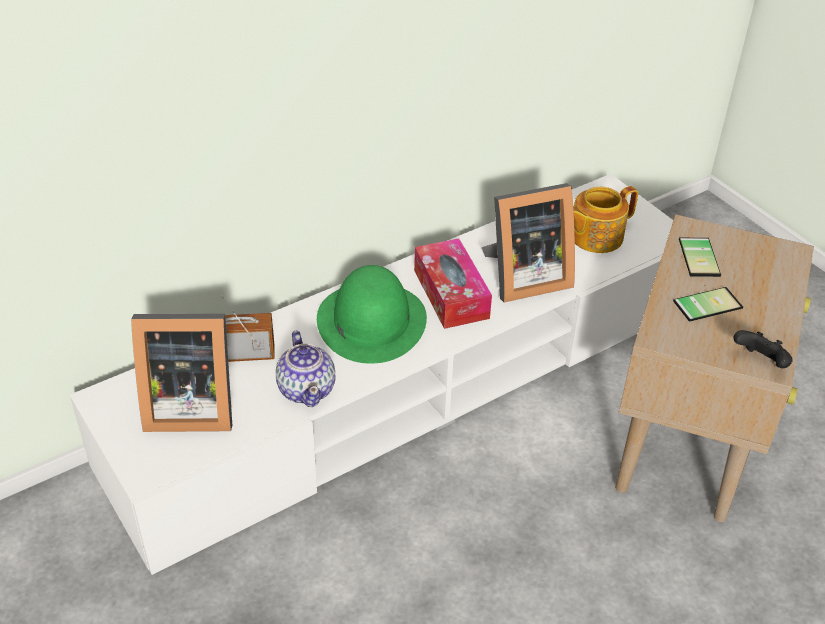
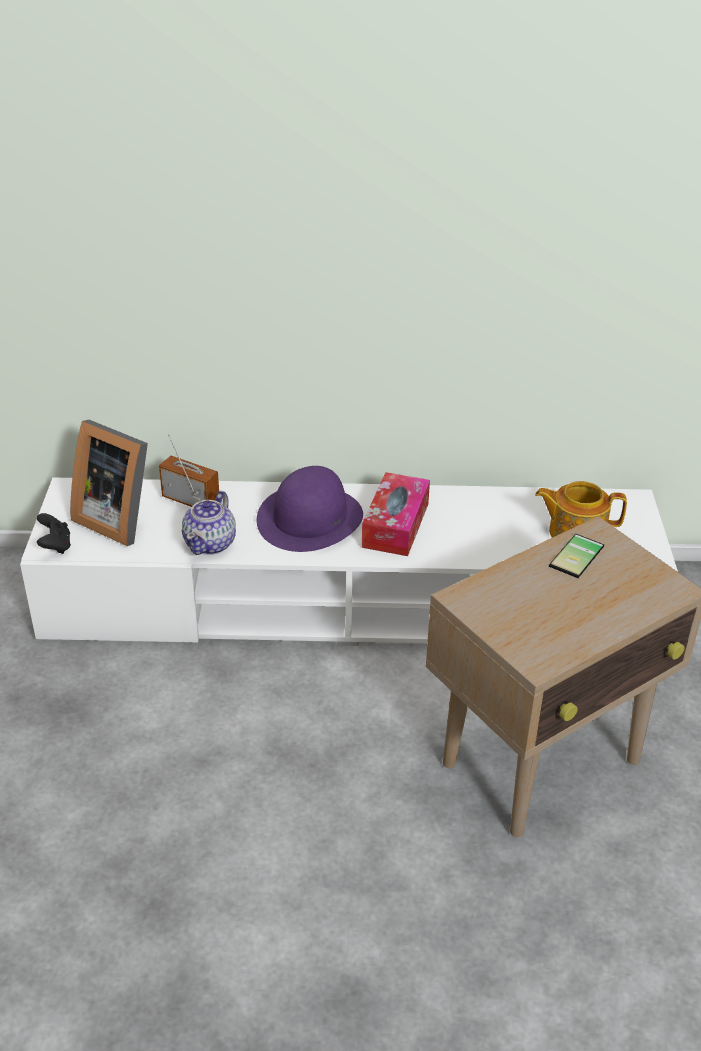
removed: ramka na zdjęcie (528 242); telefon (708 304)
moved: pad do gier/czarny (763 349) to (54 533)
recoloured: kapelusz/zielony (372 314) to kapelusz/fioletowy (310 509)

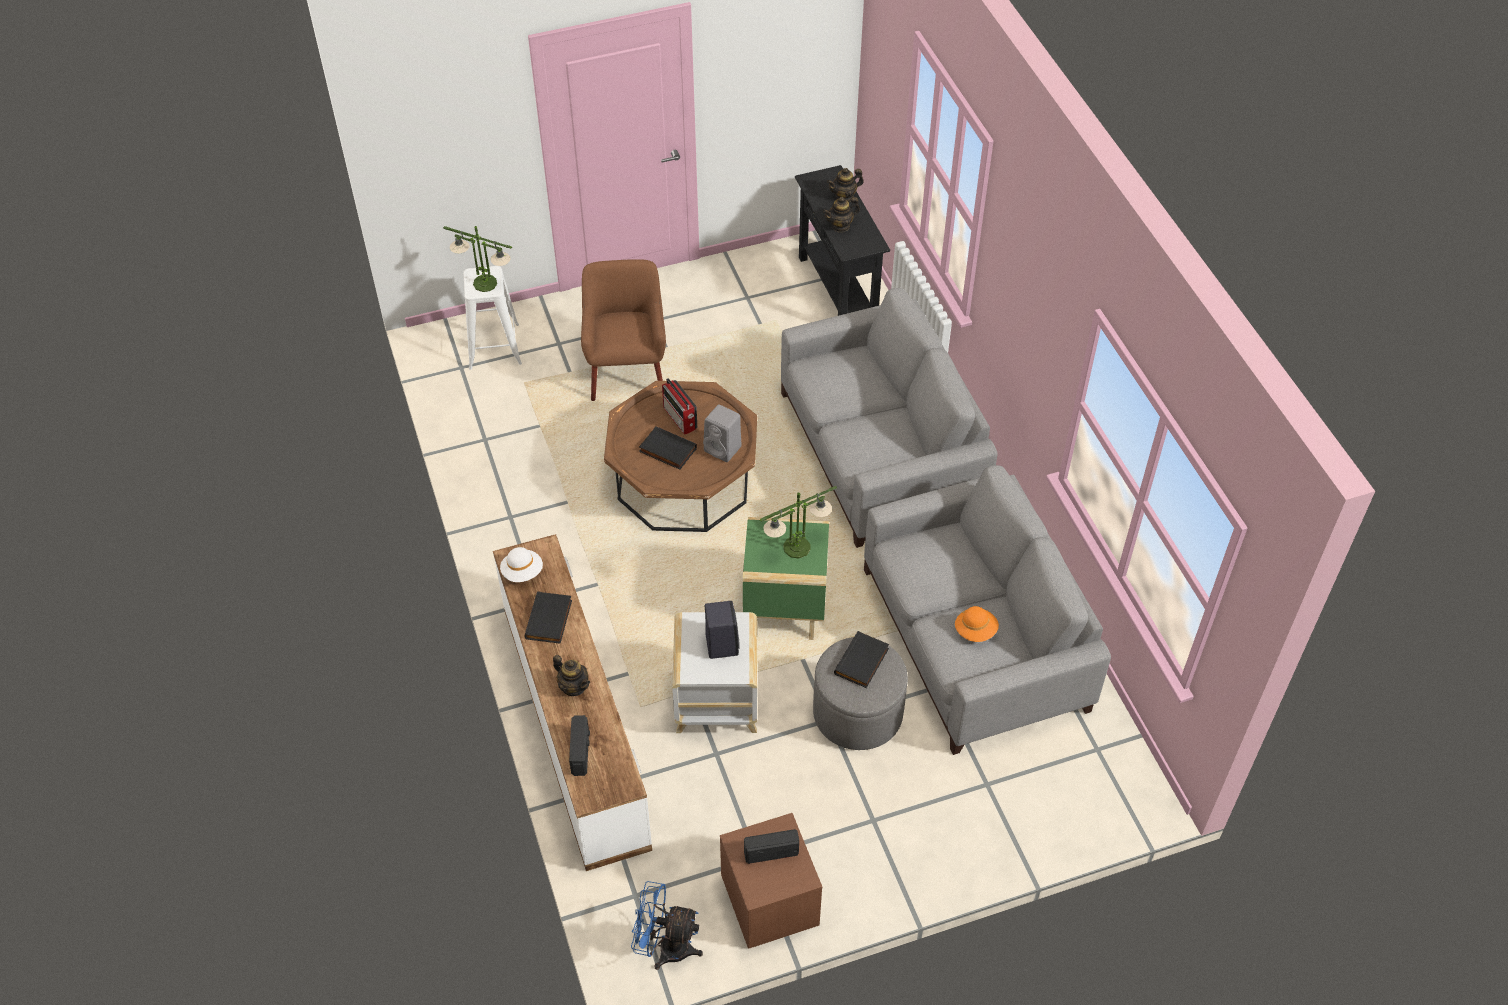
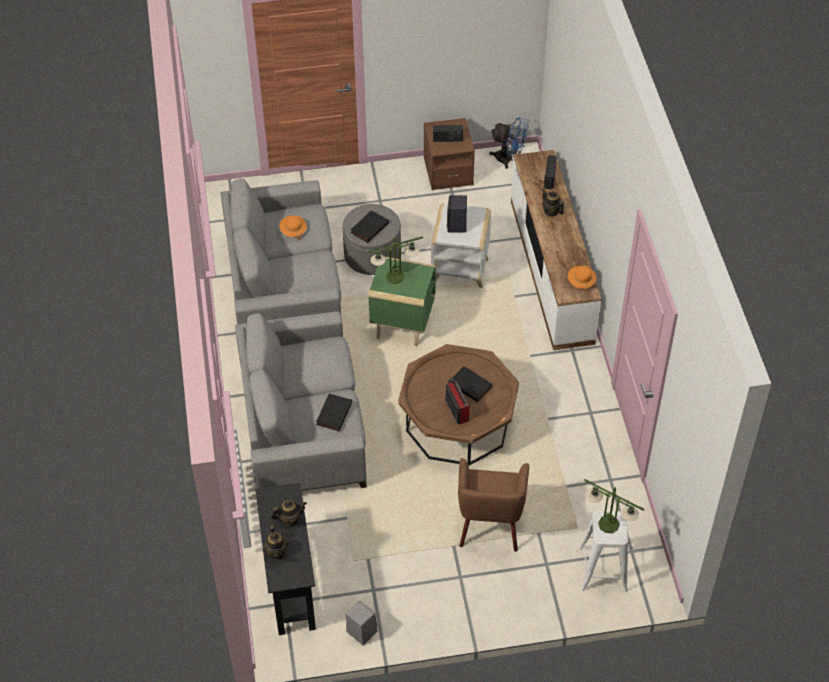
moved: książka/czarny (548 617) to (334 412); głośnik/szary (722 433) to (362 623)
recoloured: kapelusz/biały (521 564) to kapelusz/pomarańczowy (582 279)
turned: imbryk (845 185) = (276 542) 90 degrees clockwise

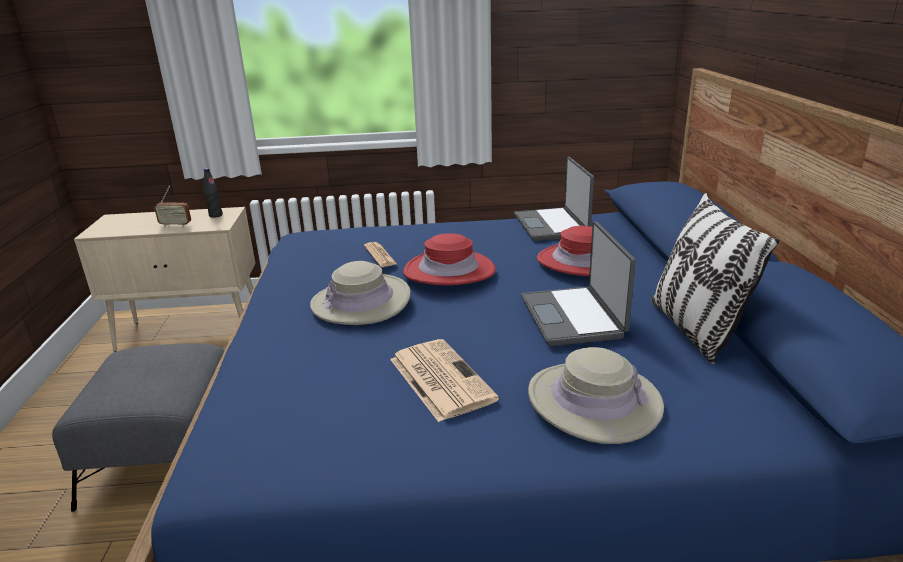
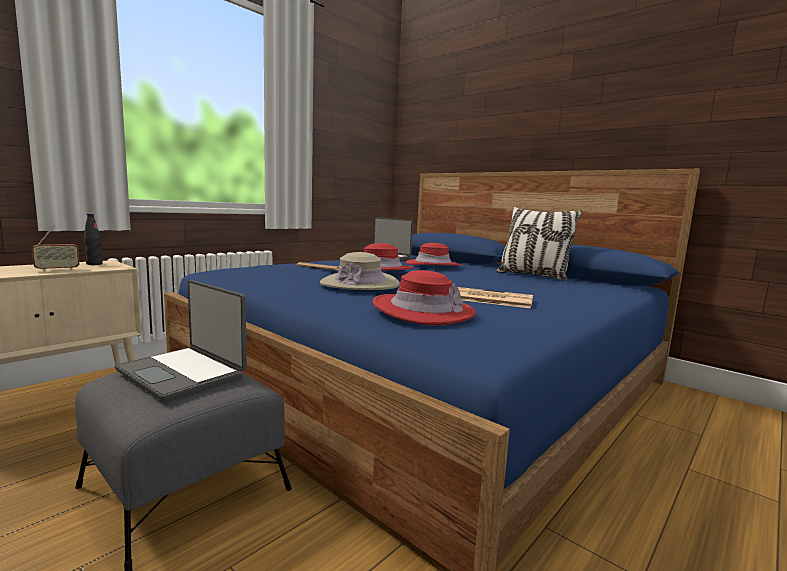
removed: kapelusz/beżowy (596 395)
added: kapelusz/czerwony (424 297)
moved: laptop (578 283) to (181 341)

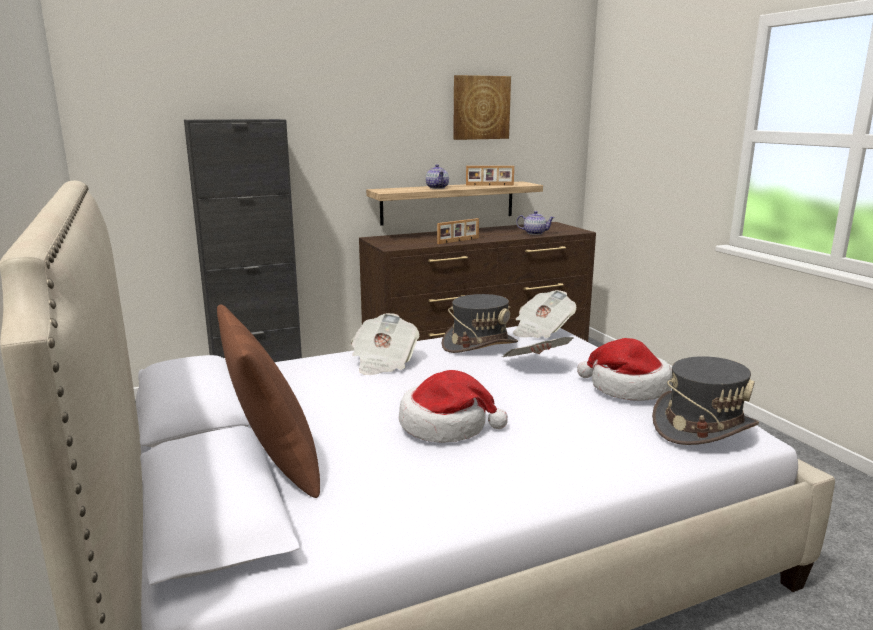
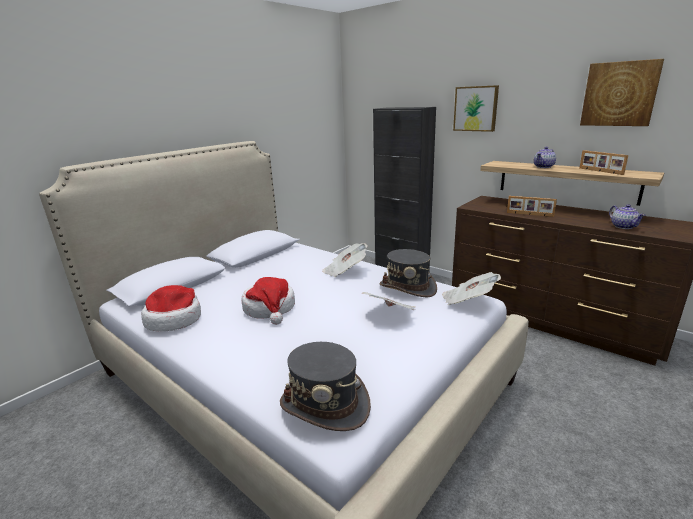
removed: poduszka/brązowy (268 401)
added: obraz (476 108)
moved: kapelusz (624 369) to (171 308)

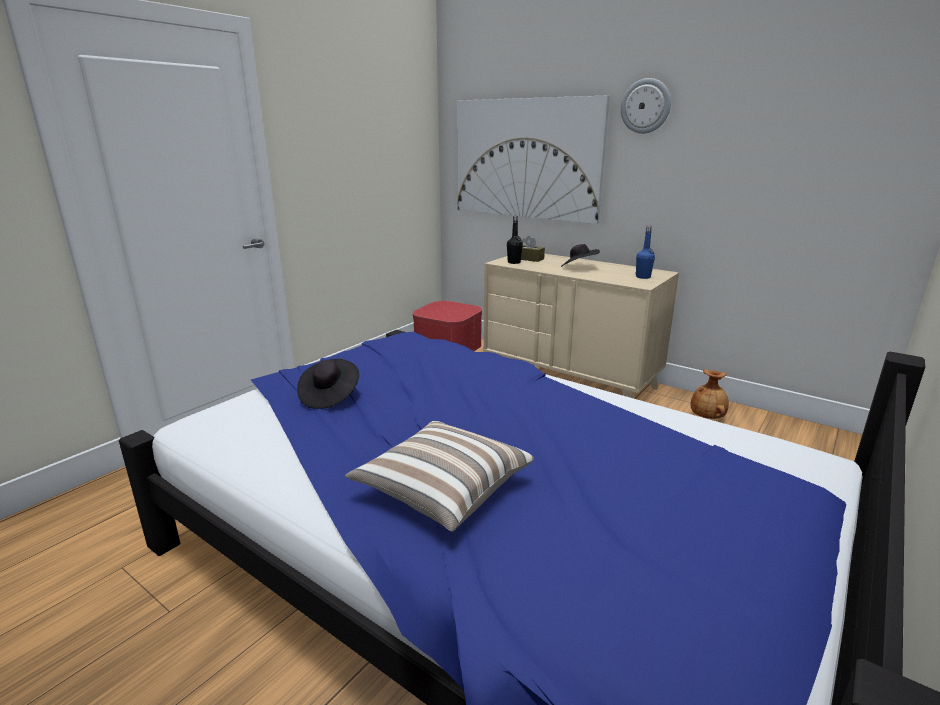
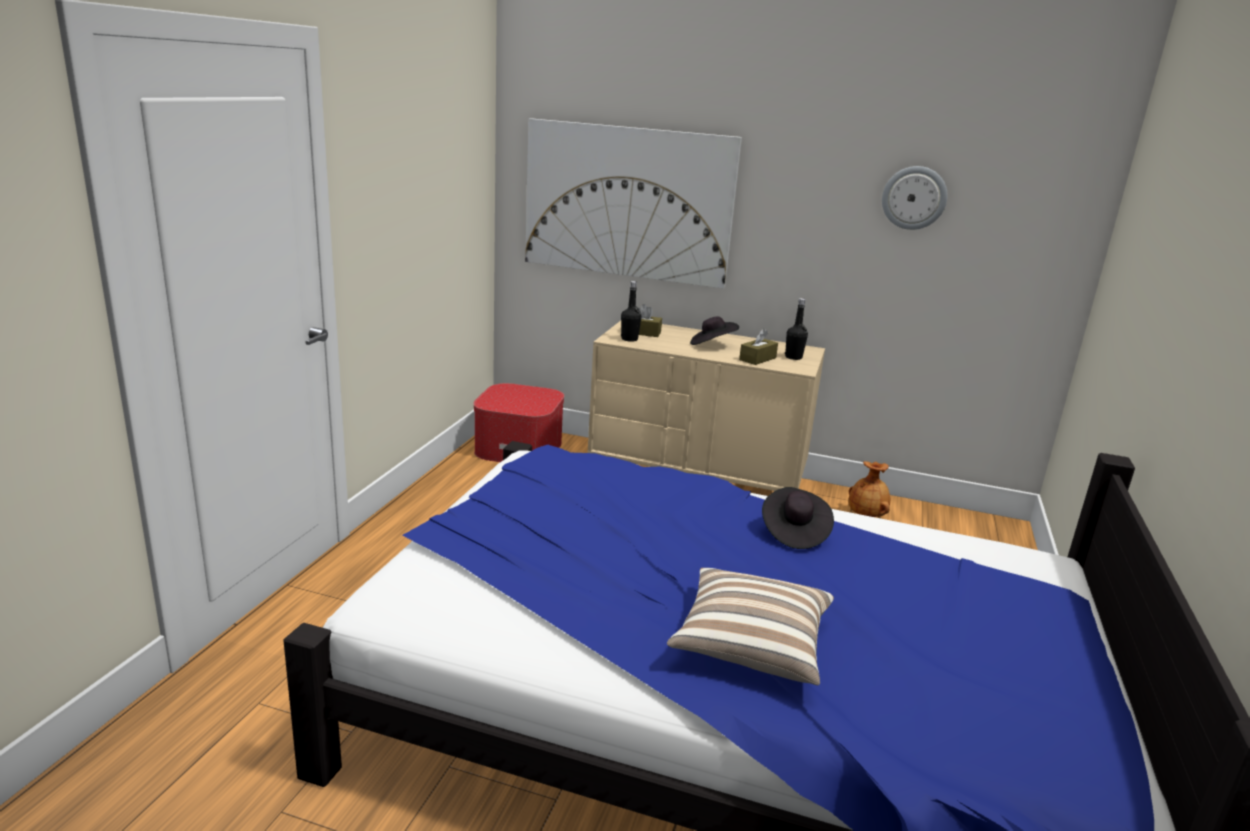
added: pudełko chusteczek/brązowy (758 347)
moved: kapelusz/czarny (328 384) to (798 518); zegar ścienny (646 106) to (915 198)
recoloured: butelka/niebieski (645 252) to butelka/czarny (796 329)

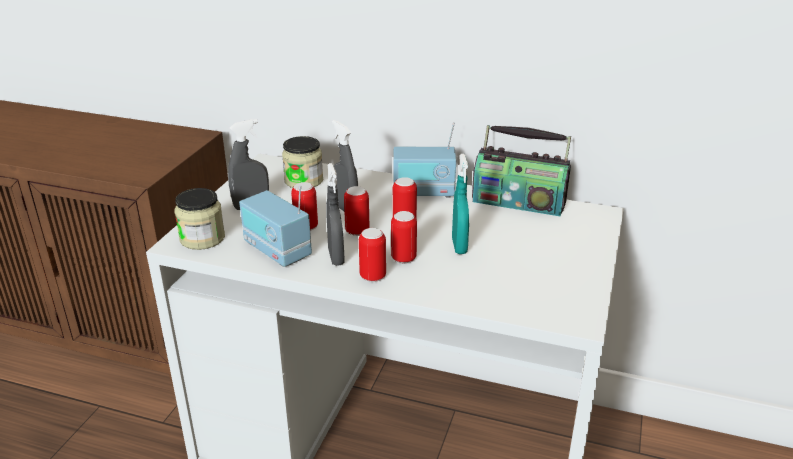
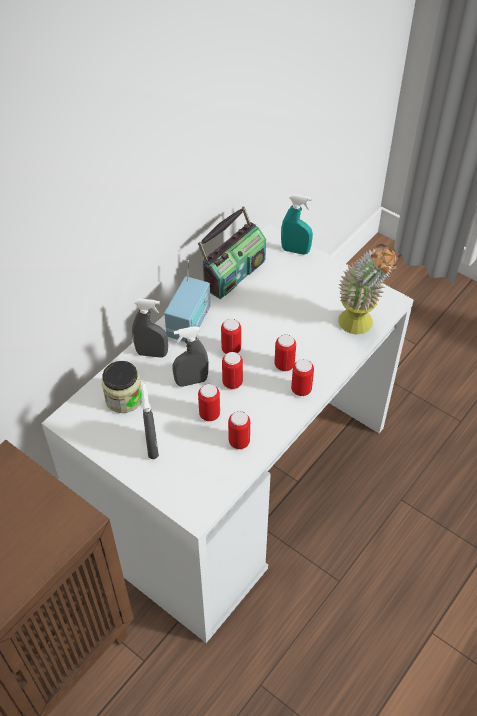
removed: słoik (200 219)
added: roślina doniczkowa (368 289)
moved: spryskiwacz/szary (335 214) to (150 328); spryskiwacz/turkusowy (460 204) to (297 224)
replaced: radio (275 226) to puszka (239 430)

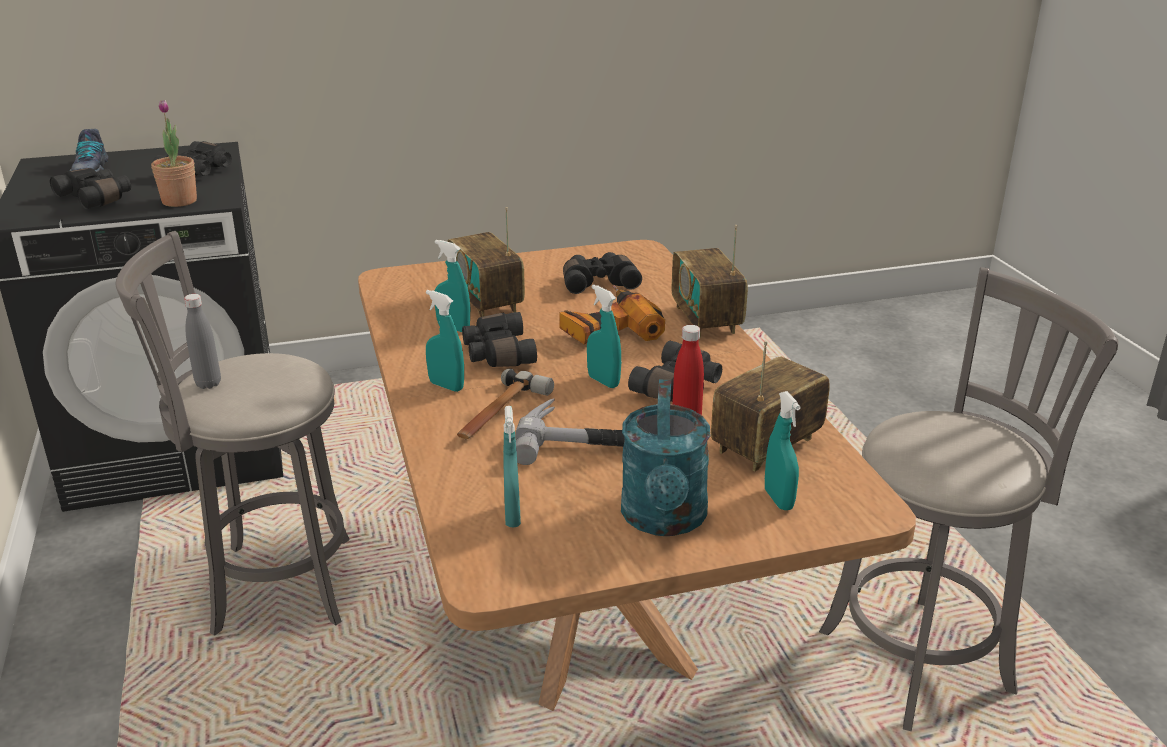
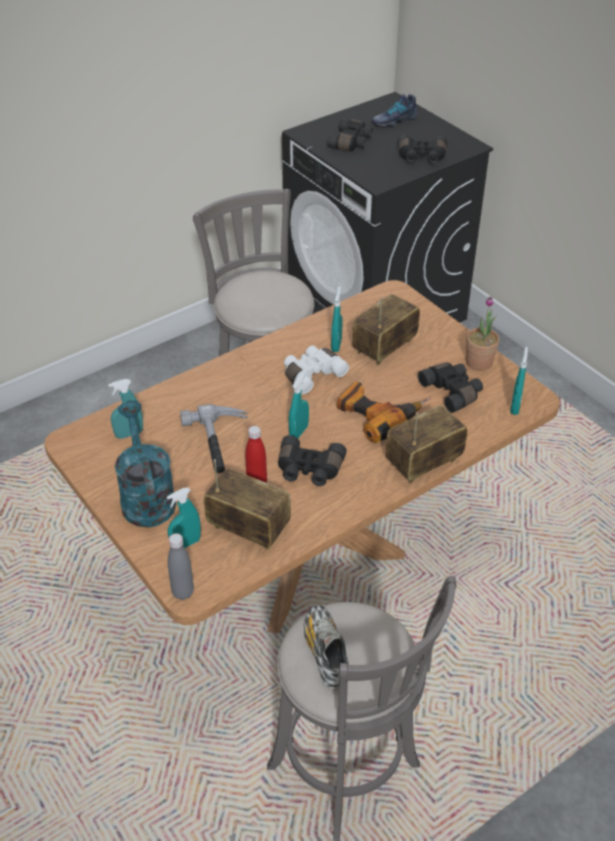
removed: młotek (505 403)
added: but (326 647)
moved: roślina doniczkowa (174 153) to (482 334); butelka/szary (202 341) to (181 566); spryskiwacz/turkusowy (445 341) to (519 381)
recoloured: lornetka/czarny (499 339) to lornetka/biały (316 369)
turned: konewka/turkusowy (665 458) = (145 464) 90 degrees clockwise

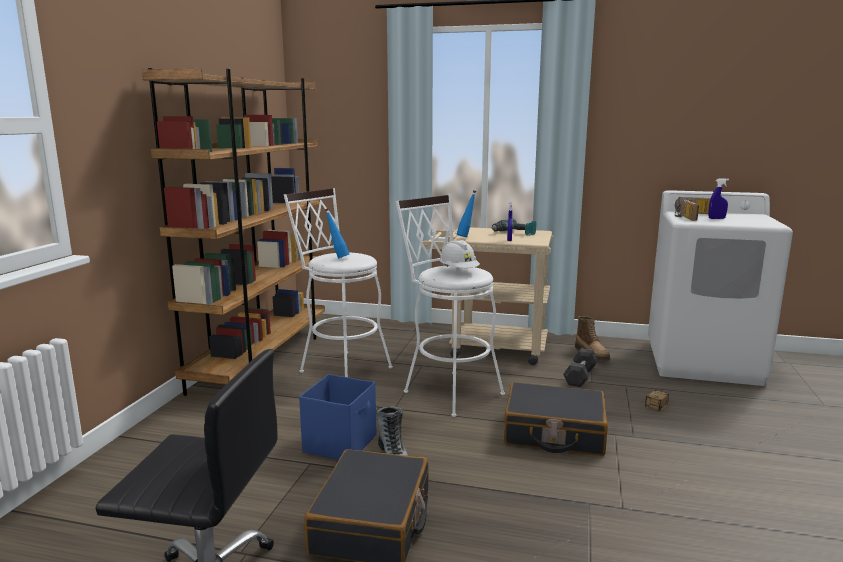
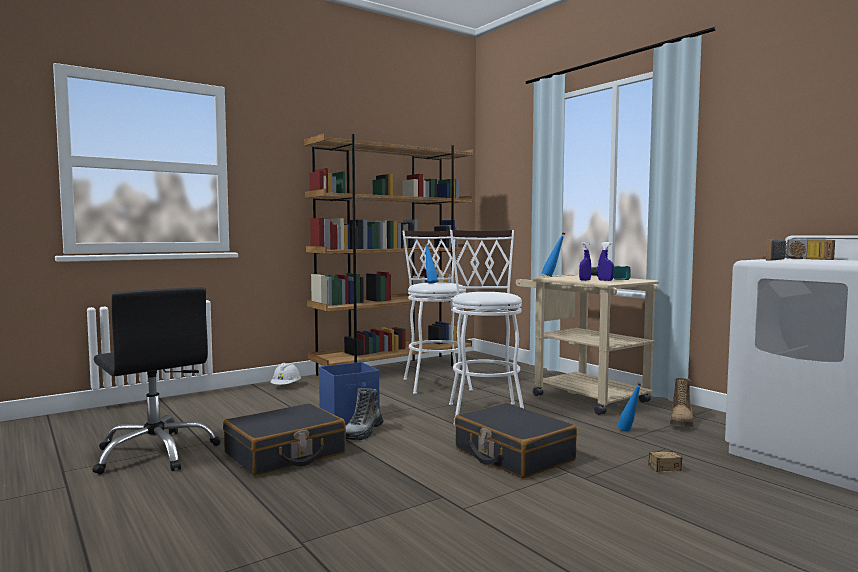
moved: kask/biały (459 254) to (286 374); spryskiwacz/niebieski (718 198) to (606 261)
replaced: hantel/szary (580 367) to butelka/niebieski (629 407)

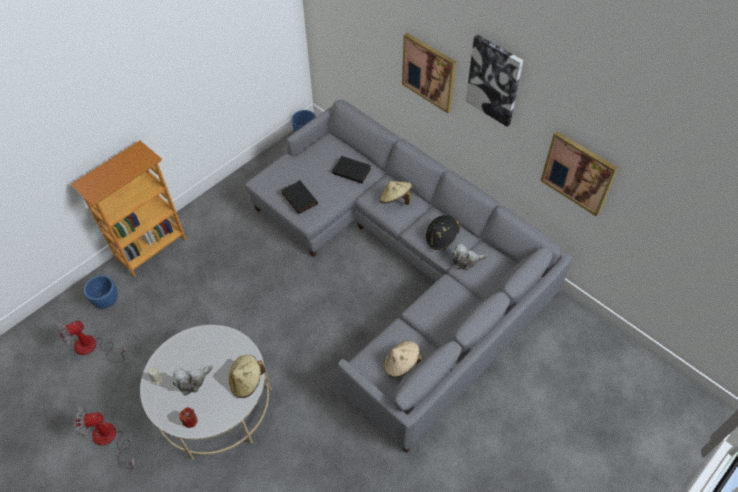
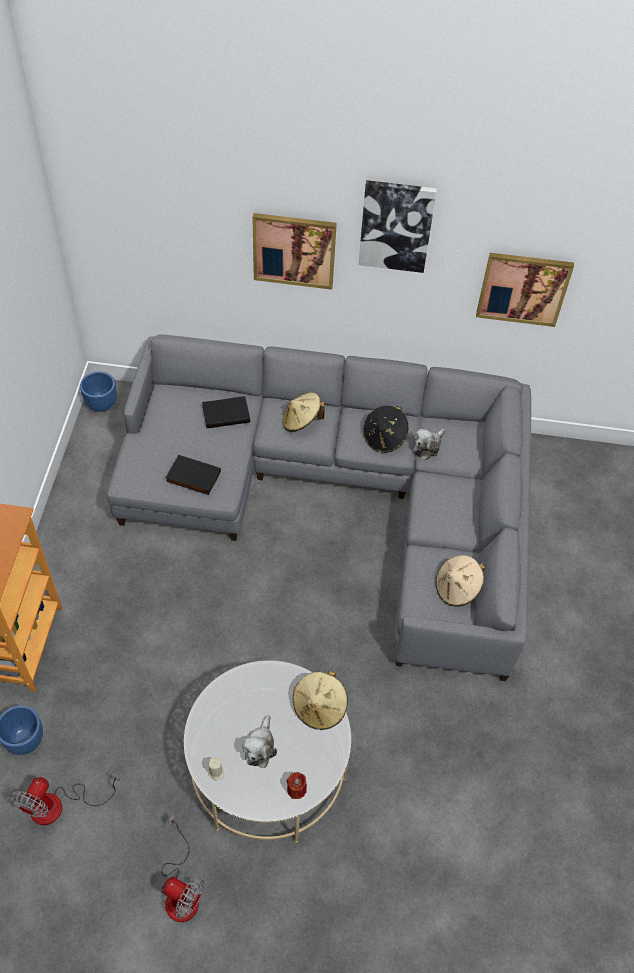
turned: wentylator (104 437) = (182 868) 105 degrees counterclockwise

